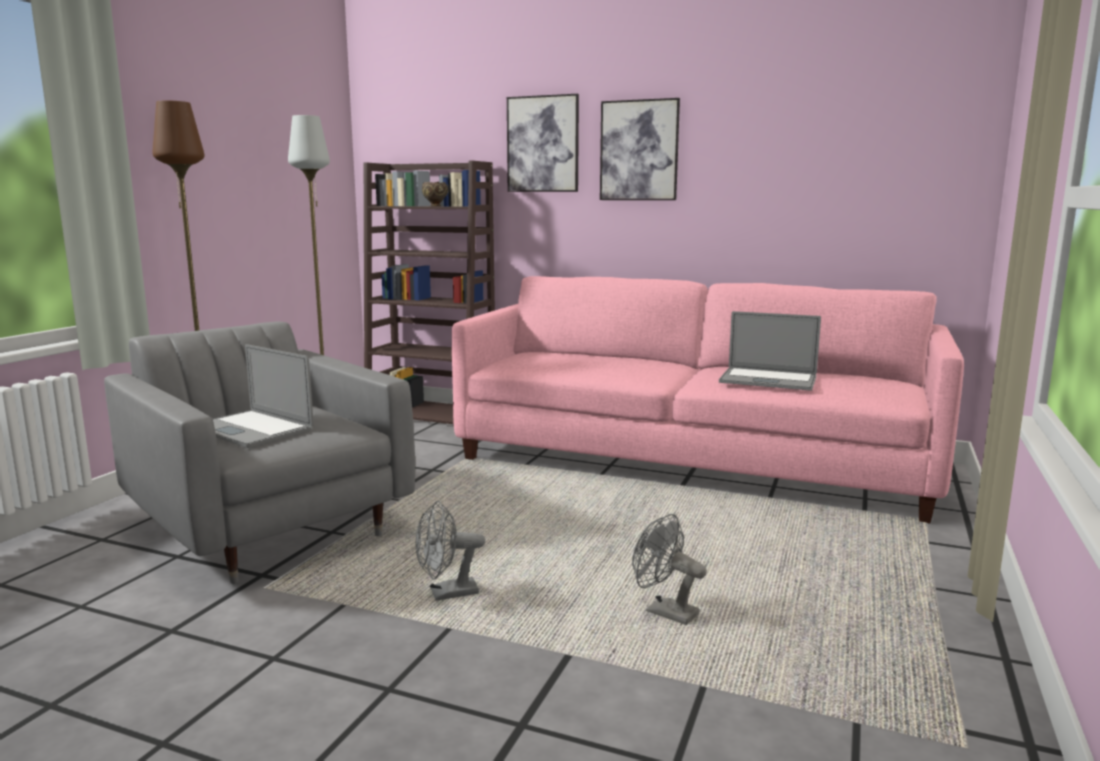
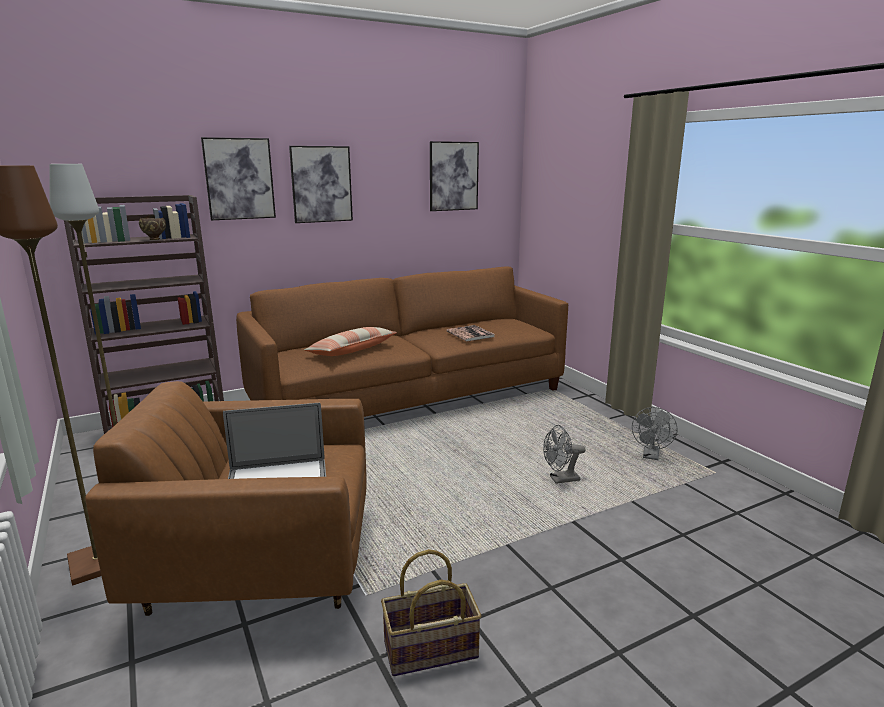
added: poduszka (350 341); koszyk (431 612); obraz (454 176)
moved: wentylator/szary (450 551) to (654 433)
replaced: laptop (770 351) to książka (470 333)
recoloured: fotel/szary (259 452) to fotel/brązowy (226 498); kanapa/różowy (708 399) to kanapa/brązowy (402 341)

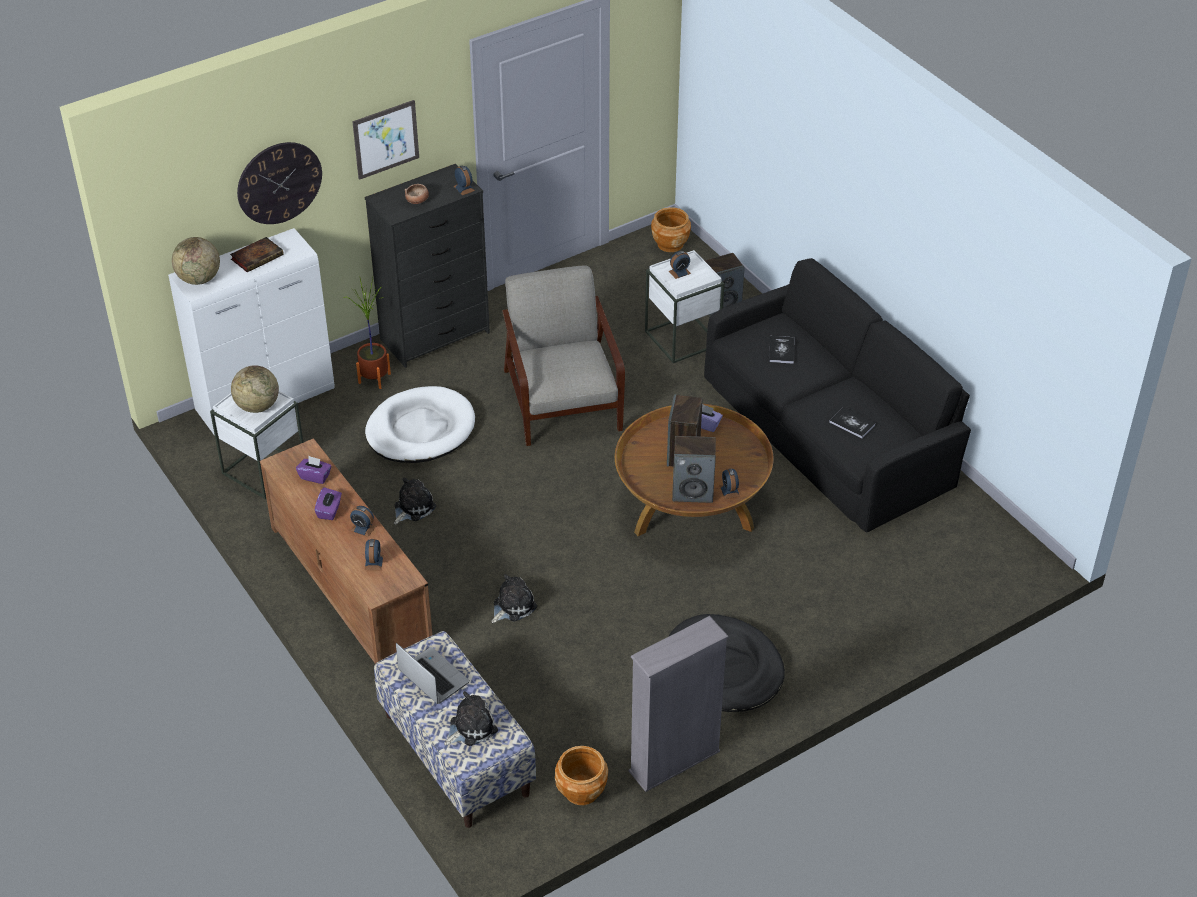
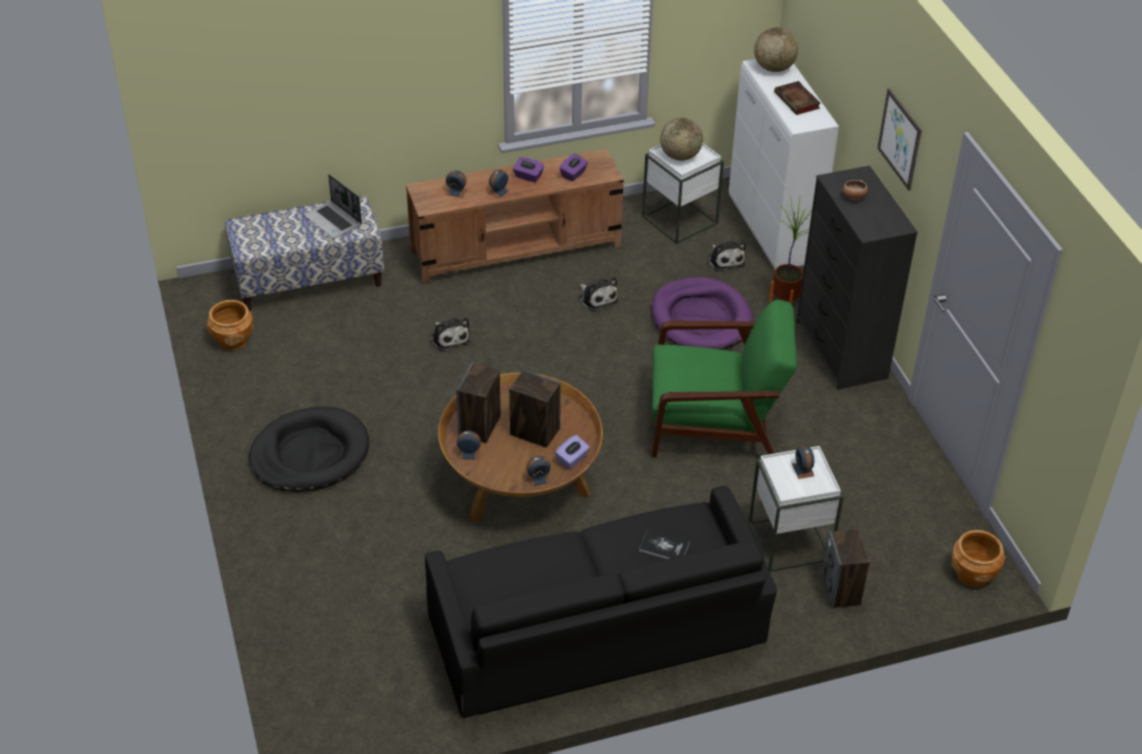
removed: zegar ścienny (279 183); regał/szary (678 704); książka (852 423)
moved: pluszak (471 718) to (726 256); budzik (464 180) to (538 471)
recoloured: legowisko/biały (420 424) to legowisko/fioletowy (702 313); fotel/szary (563 355) to fotel/zielony (724 379)
turned: laptop (433 673) = (333 206) 75 degrees clockwise

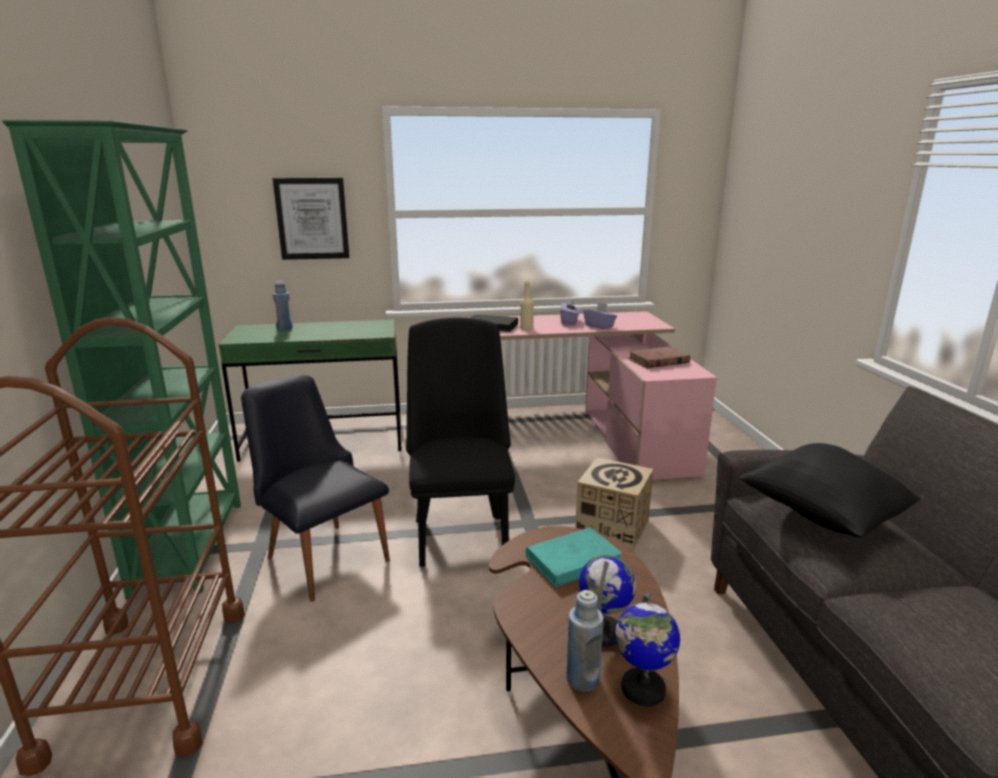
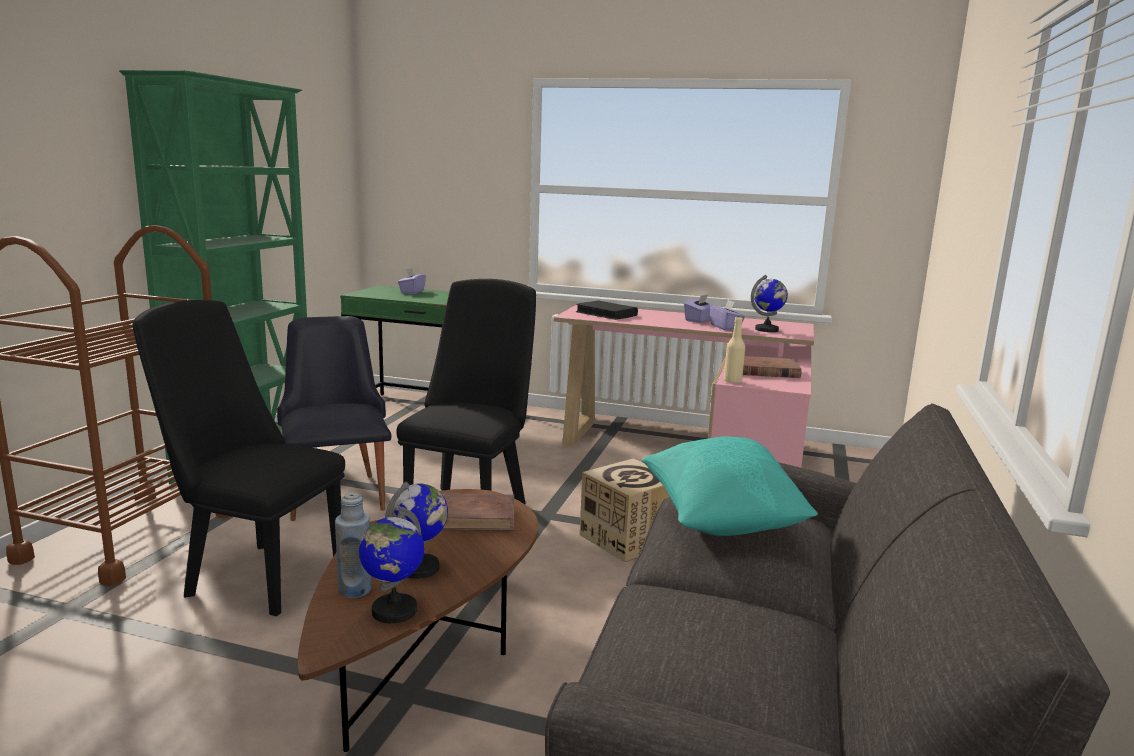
removed: obraz (311 219)
added: krzesło/czarny (239 458); globus (769 303)
moved: butelka/beżowy (527 305) to (734 350)
replaced: butelka/niebieski (283 305) to pudełko chusteczek/fioletowy (412 281)
recoloured: książka/turkusowy (574 557) to książka/brązowy (477 512); poduszka/czarny (830 490) to poduszka/turkusowy (730 486)

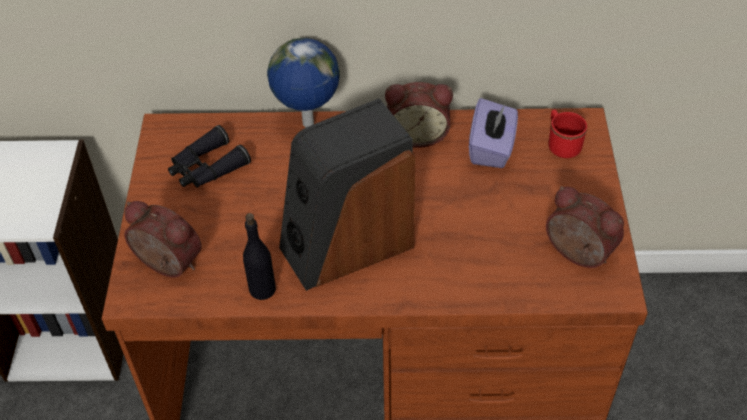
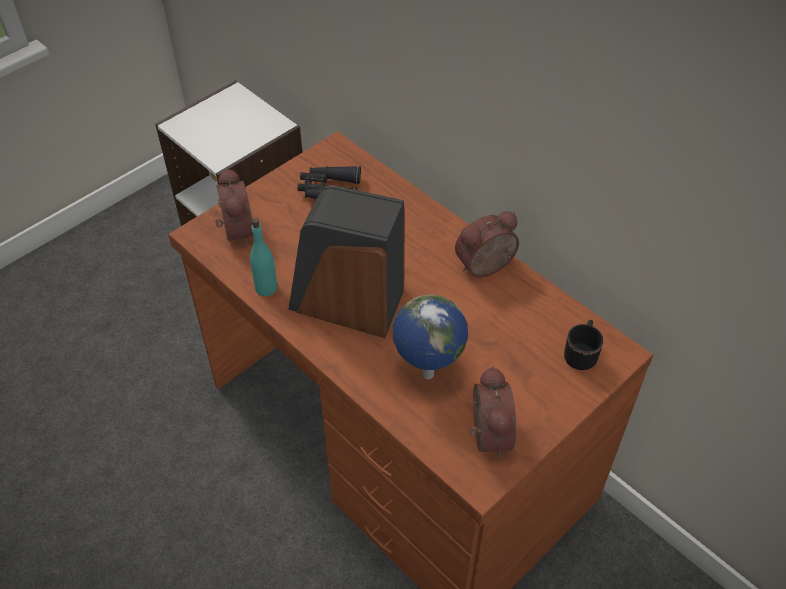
removed: pudełko chusteczek/fioletowy (493 133)
moved: globus (303 82) to (430 337)
recoloured: butelka/czarny (259 256) to butelka/turkusowy (263 257); kubek/czerwony (568 133) to kubek/czarny (583 345)
turned: budzik (419 115) = (487 244) 105 degrees clockwise

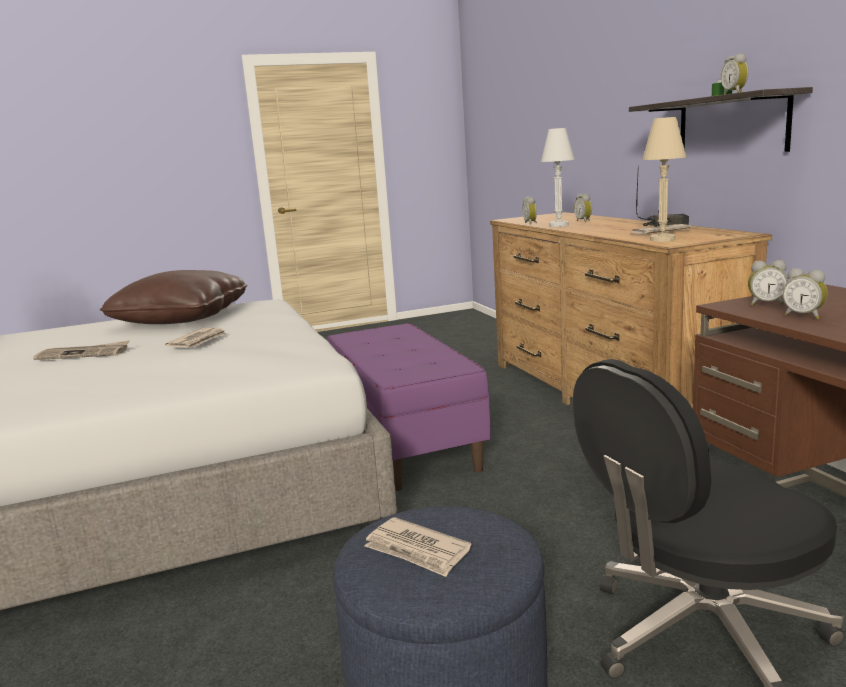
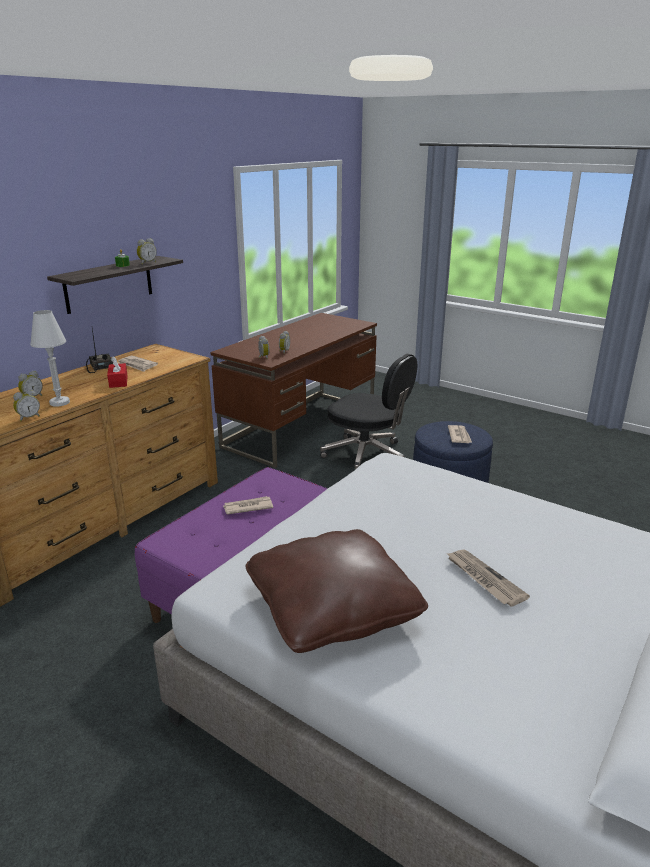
removed: lampa stołowa/beżowy (664 179)
added: pudełko chusteczek/czerwony (117 372)
moved: gazeta (196 337) to (248 505)

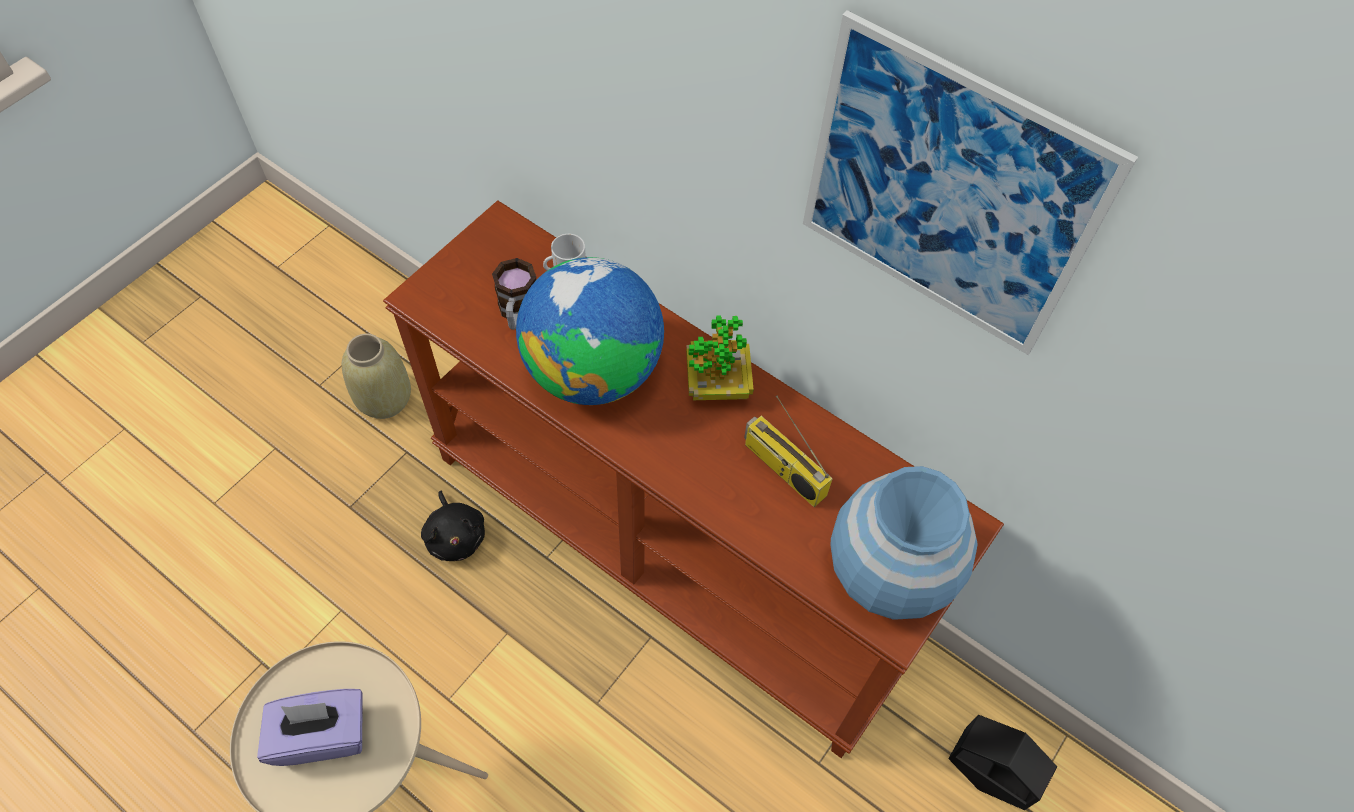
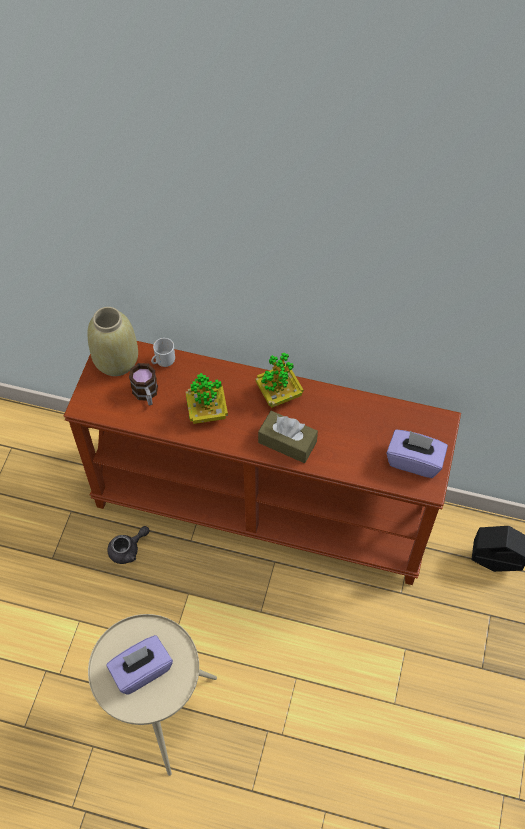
removed: radio (788 451); obraz (970 182)
added: pudełko chusteczek/brązowy (288 437)
moved: wazon/beżowy (376 376) to (112 341)
replaced: pluszak/czarny (453 526) to imbryk/szary (128 545); globus (590 331) to roślina doniczkowa (206 398); wazon/niebieski (904 543) to pudełko chusteczek/fioletowy (417 453)

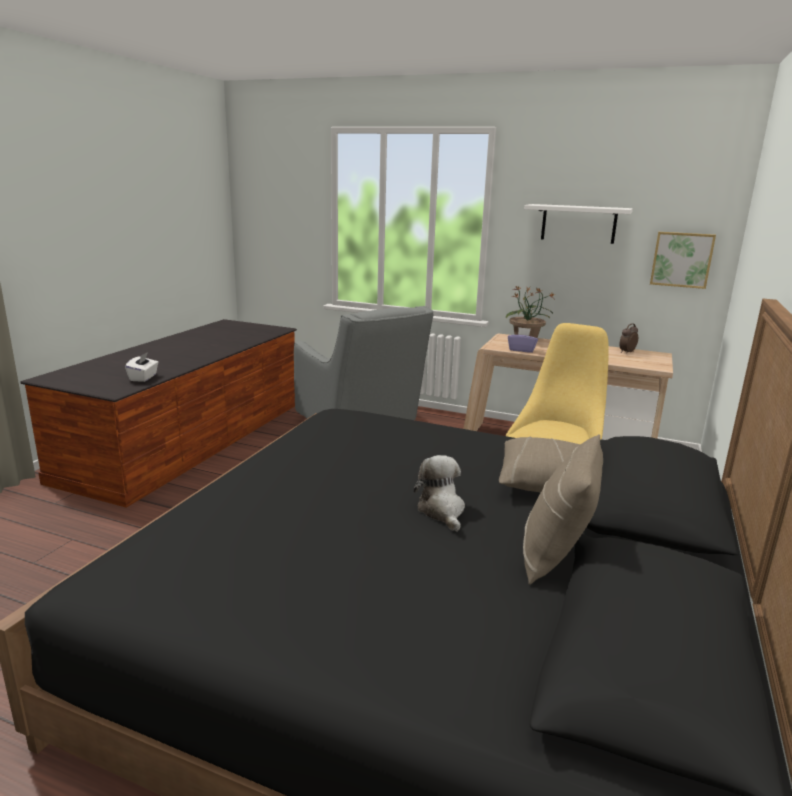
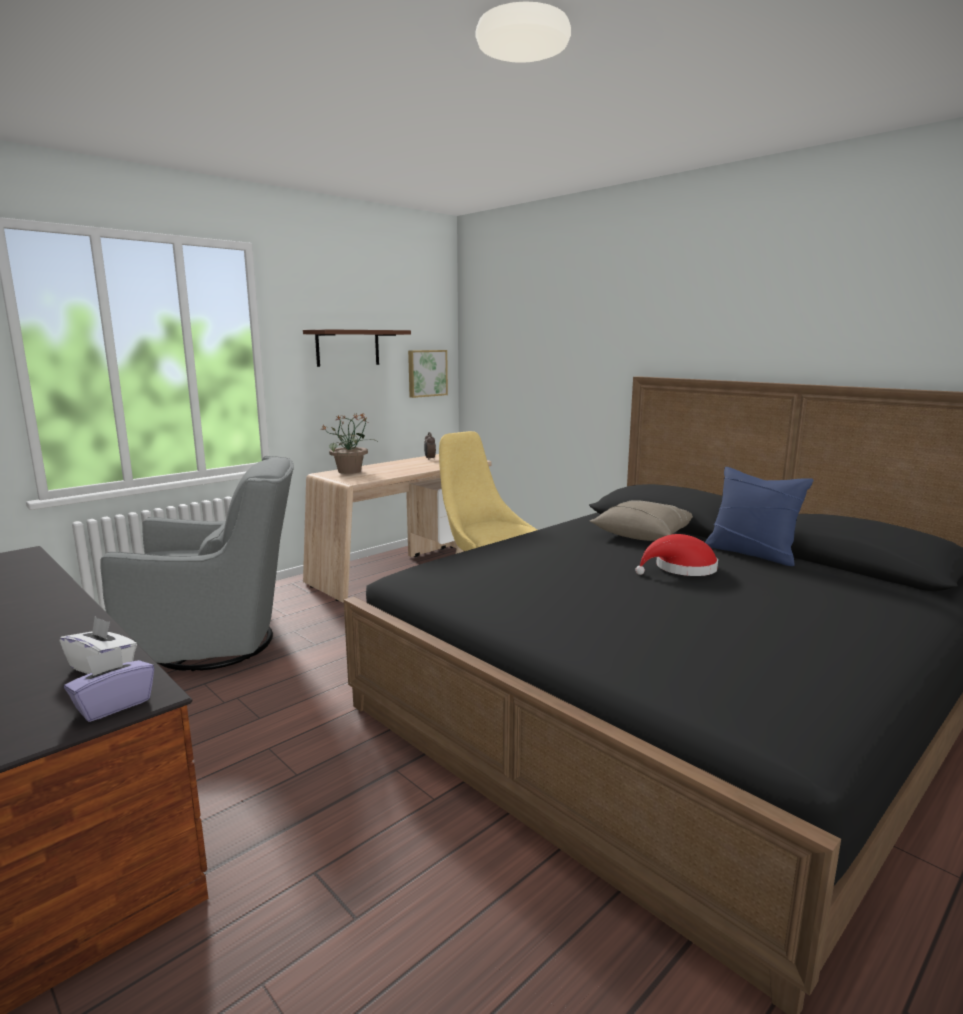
moved: pudełko chusteczek/fioletowy (523 340) to (109 684)
replaced: pluszak (439 493) to kapelusz/czerwony (676 555)
recoloured: poduszka/beżowy (563 509) to poduszka/niebieski (759 516); półka/biały (578 224) to półka/brązowy (357 348)

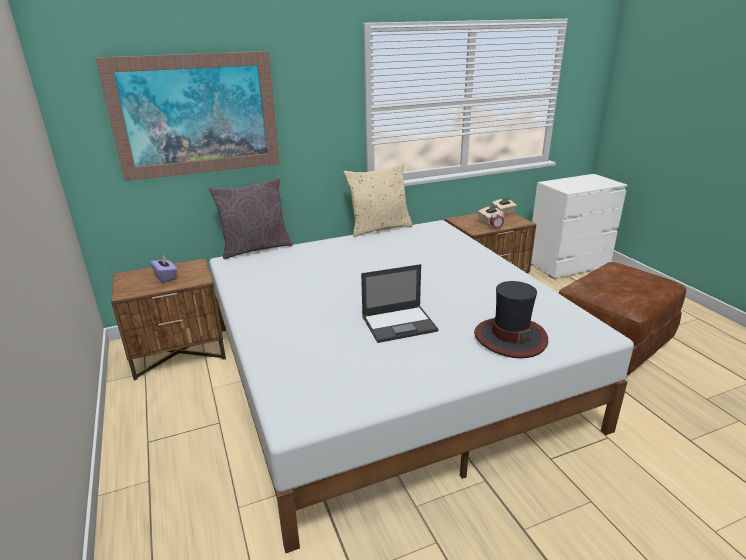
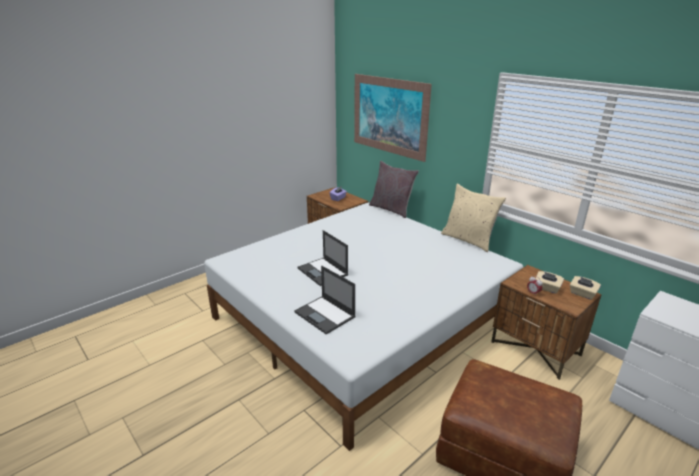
replaced: kapelusz (511 319) to laptop (325 300)

